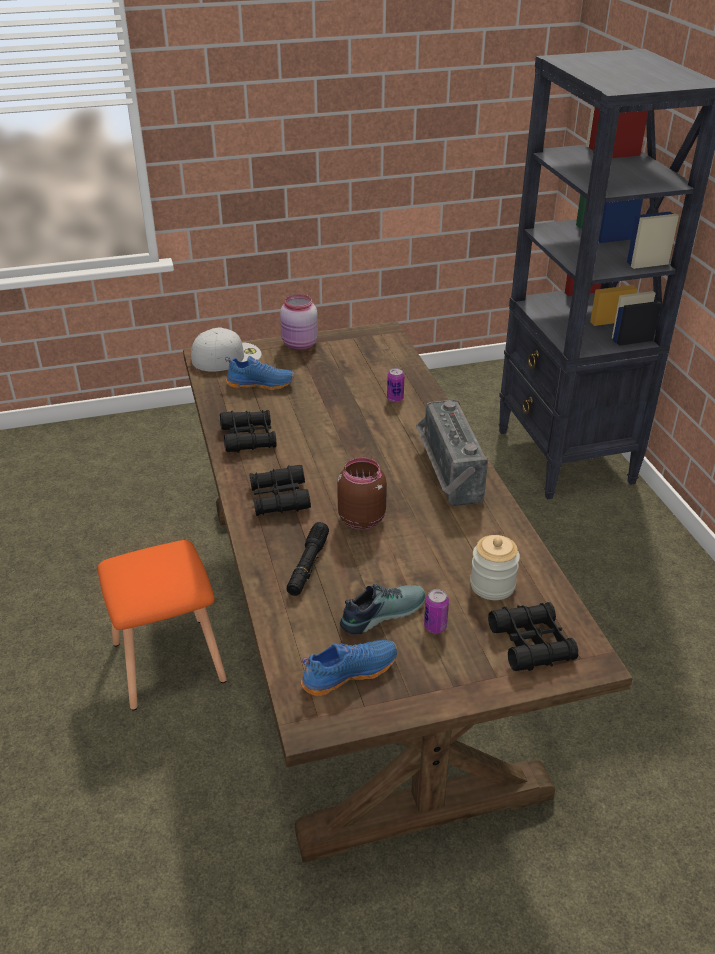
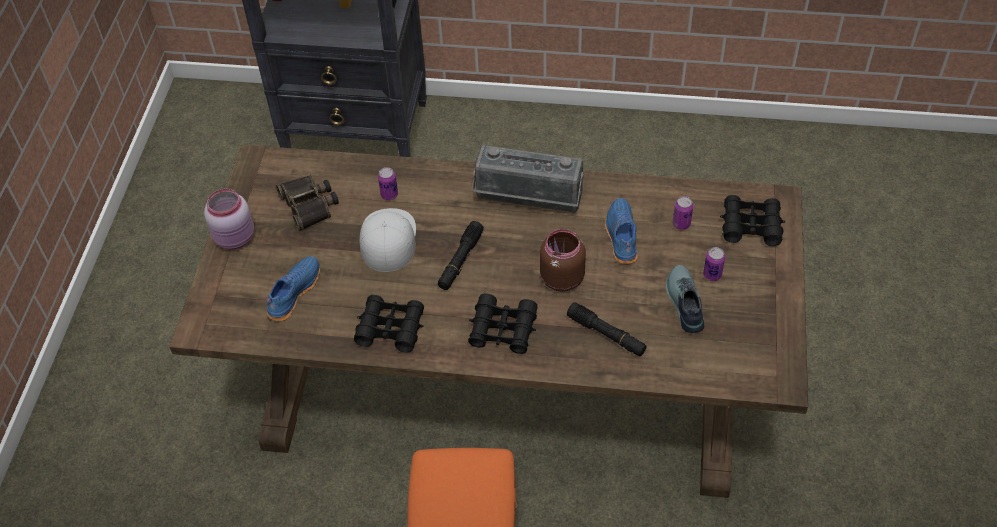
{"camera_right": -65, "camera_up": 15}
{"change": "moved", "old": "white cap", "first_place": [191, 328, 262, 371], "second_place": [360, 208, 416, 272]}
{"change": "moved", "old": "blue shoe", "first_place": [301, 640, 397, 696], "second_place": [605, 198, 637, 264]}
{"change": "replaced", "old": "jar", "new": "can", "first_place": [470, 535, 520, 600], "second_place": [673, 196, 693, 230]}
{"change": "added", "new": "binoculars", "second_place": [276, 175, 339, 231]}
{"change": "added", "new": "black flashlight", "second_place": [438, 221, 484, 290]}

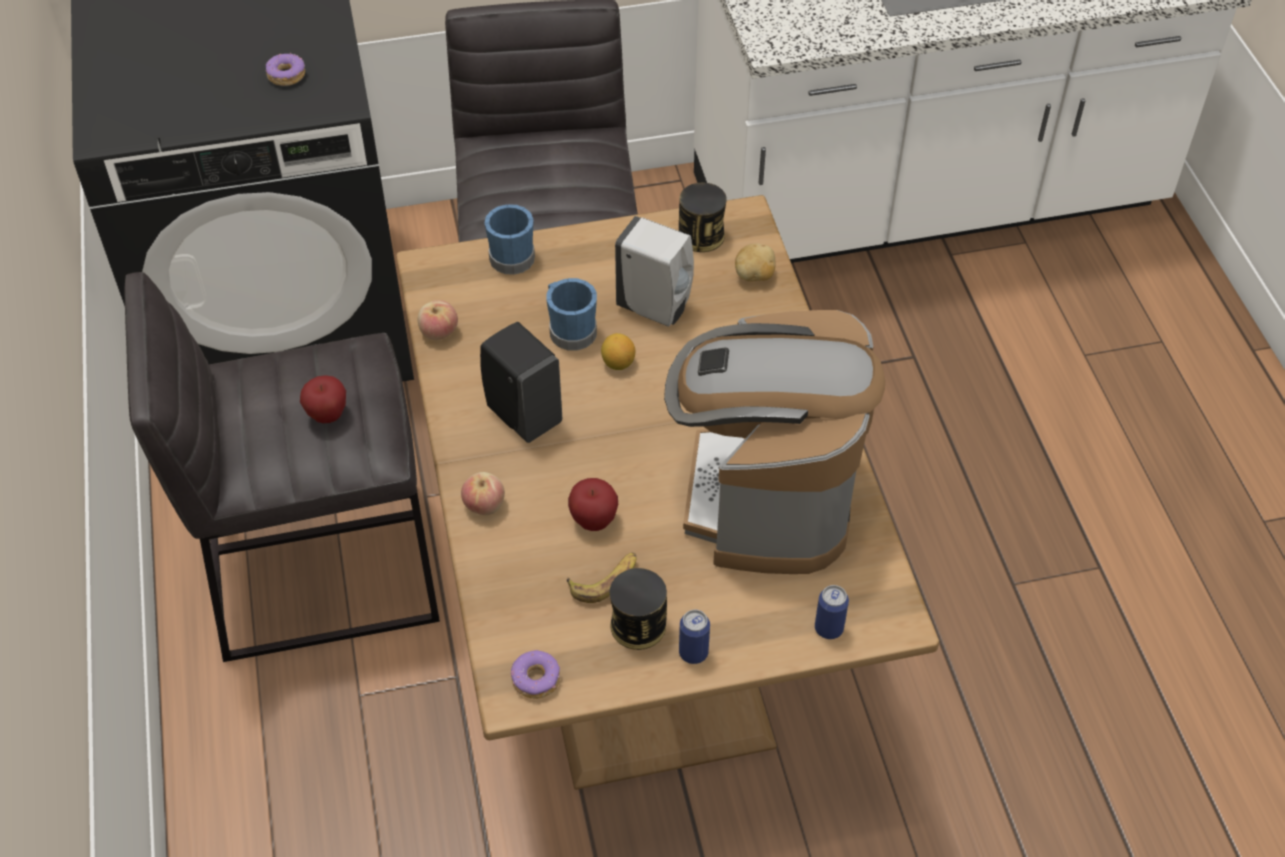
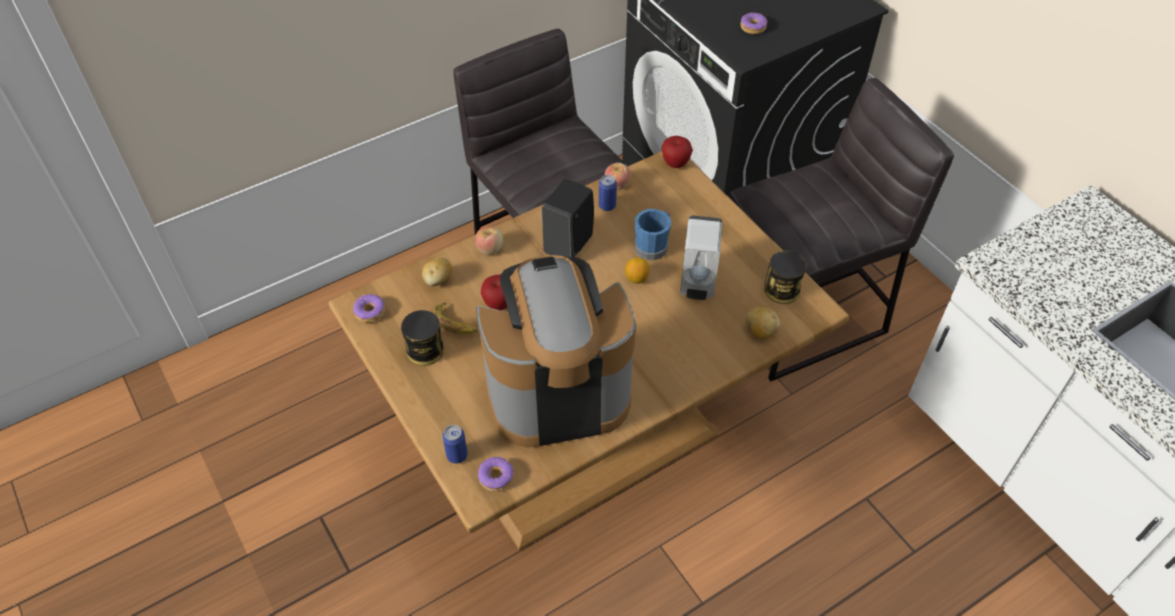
{"camera_right": 70, "camera_up": 0}
{"change": "moved", "old": "apple", "first_place": [300, 375, 346, 423], "second_place": [661, 136, 693, 168]}
{"change": "removed", "old": "blue mug", "first_place": [485, 204, 535, 275]}
{"change": "moved", "old": "can", "first_place": [679, 610, 710, 664], "second_place": [599, 175, 617, 211]}
{"change": "added", "new": "potato", "second_place": [422, 258, 452, 286]}
{"change": "added", "new": "donut", "second_place": [478, 457, 513, 492]}

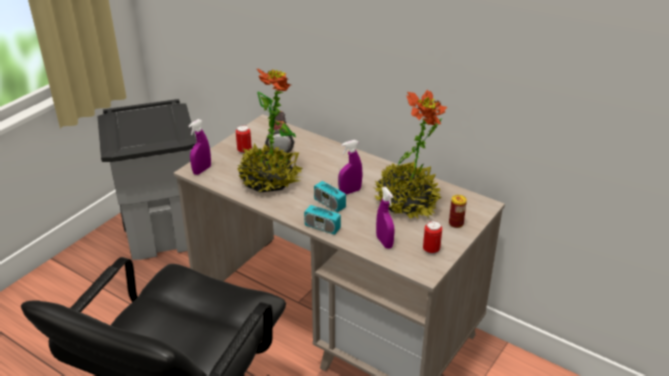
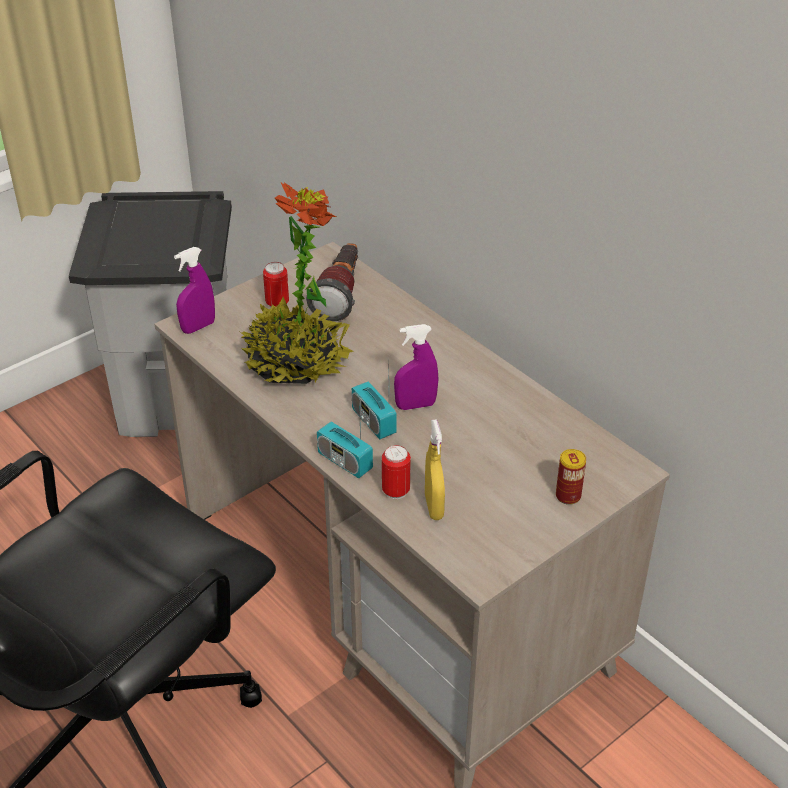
{"camera_right": 15, "camera_up": 5}
{"change": "removed", "old": "potted plant", "first_place": [374, 89, 447, 219]}
{"change": "recoloured", "old": "purple spray bottle", "new": "yellow spray bottle", "first_place": [376, 187, 395, 249], "second_place": [425, 419, 445, 520]}
{"change": "moved", "old": "can", "first_place": [423, 221, 442, 255], "second_place": [382, 445, 411, 499]}

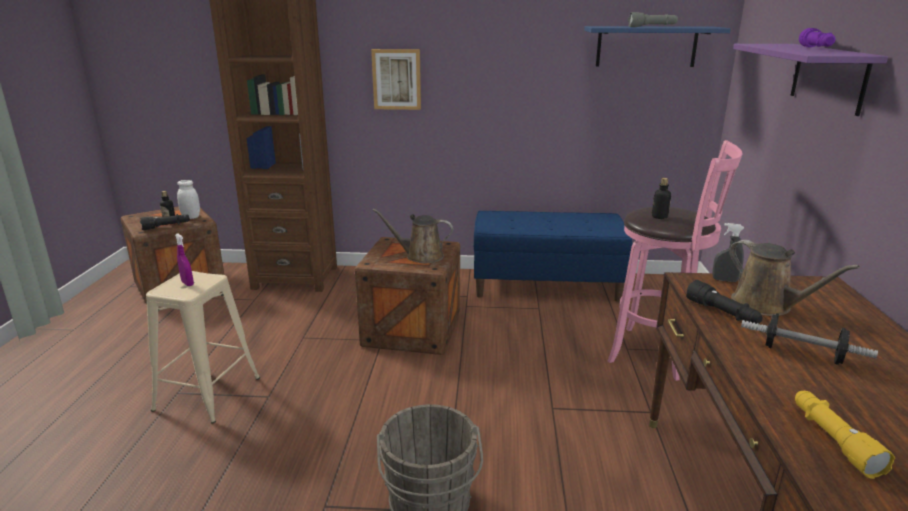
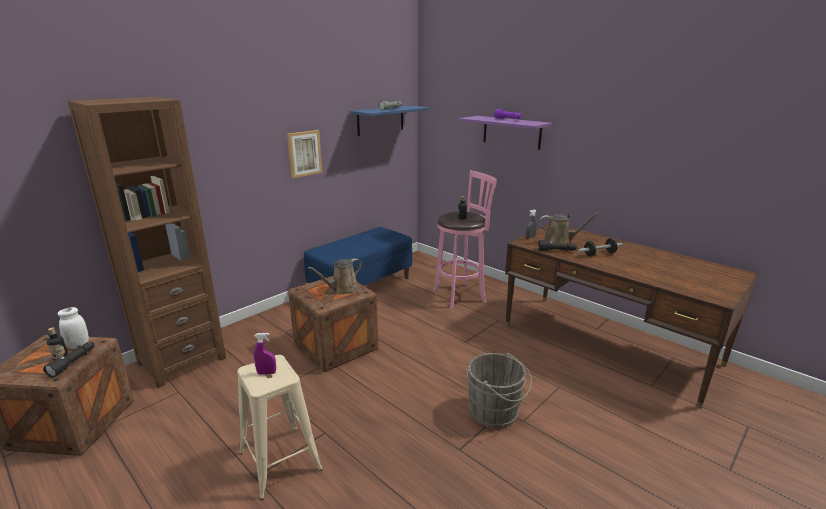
{"camera_right": -50, "camera_up": 0}
{"change": "moved", "old": "picture", "first_place": [371, 49, 421, 110], "second_place": [287, 130, 322, 178]}
{"change": "removed", "old": "yellow flashlight", "first_place": [795, 391, 895, 479]}

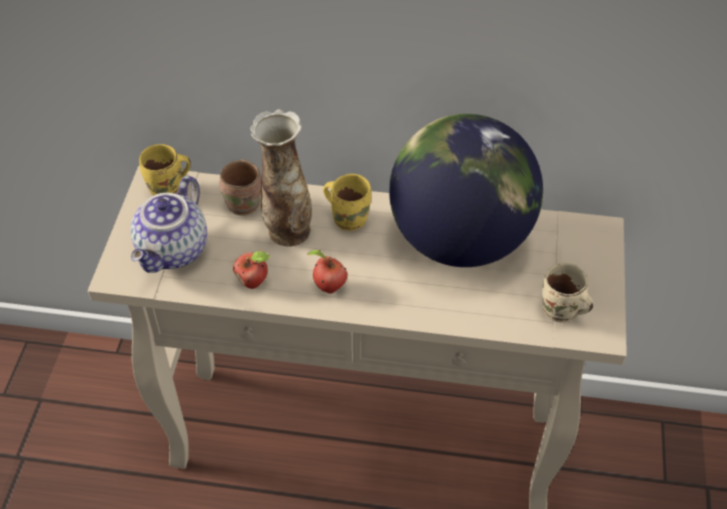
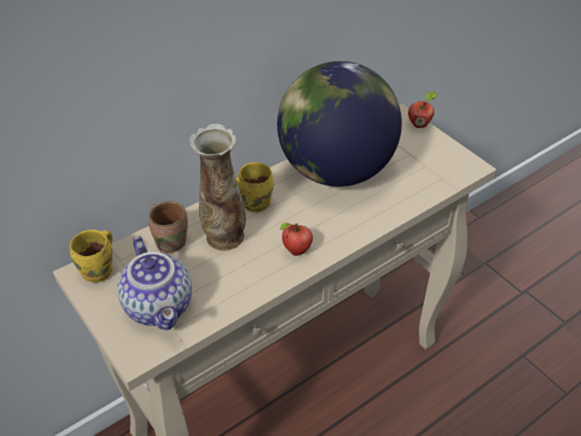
{"camera_right": -45, "camera_up": -5}
{"change": "moved", "old": "apple", "first_place": [233, 251, 270, 289], "second_place": [408, 91, 437, 128]}
{"change": "removed", "old": "beige mug", "first_place": [542, 263, 593, 323]}

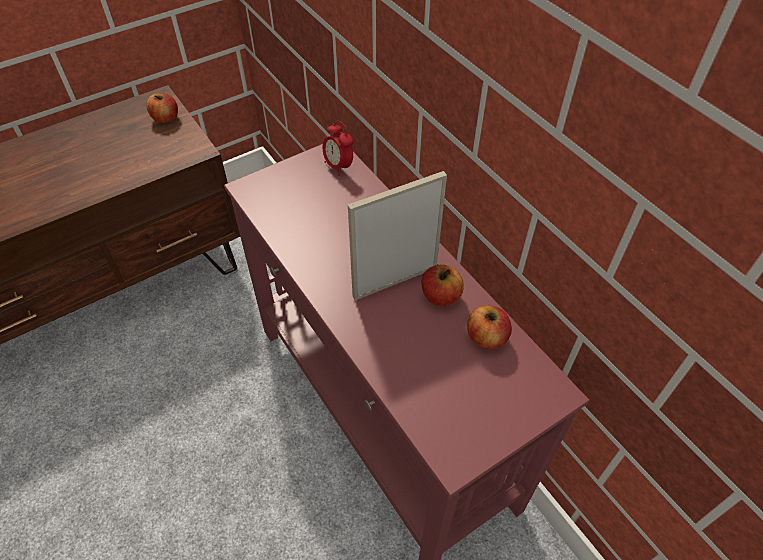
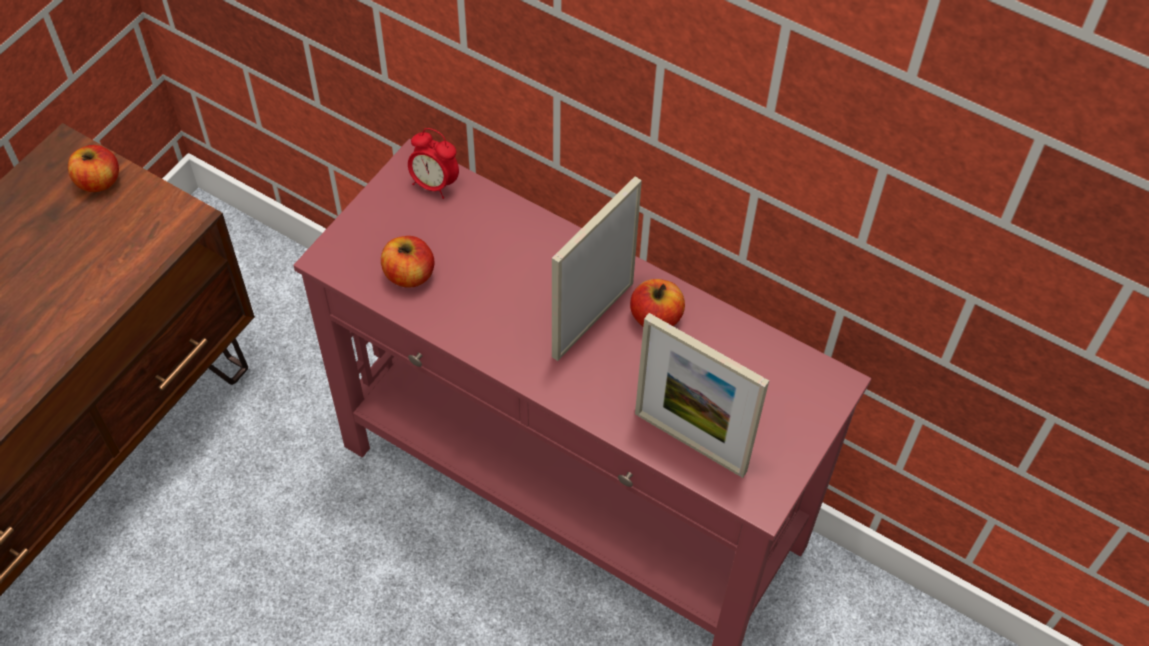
{"camera_right": -25, "camera_up": 5}
{"change": "moved", "old": "apple", "first_place": [467, 305, 512, 349], "second_place": [381, 236, 435, 288]}
{"change": "added", "new": "picture frame", "second_place": [635, 313, 769, 478]}

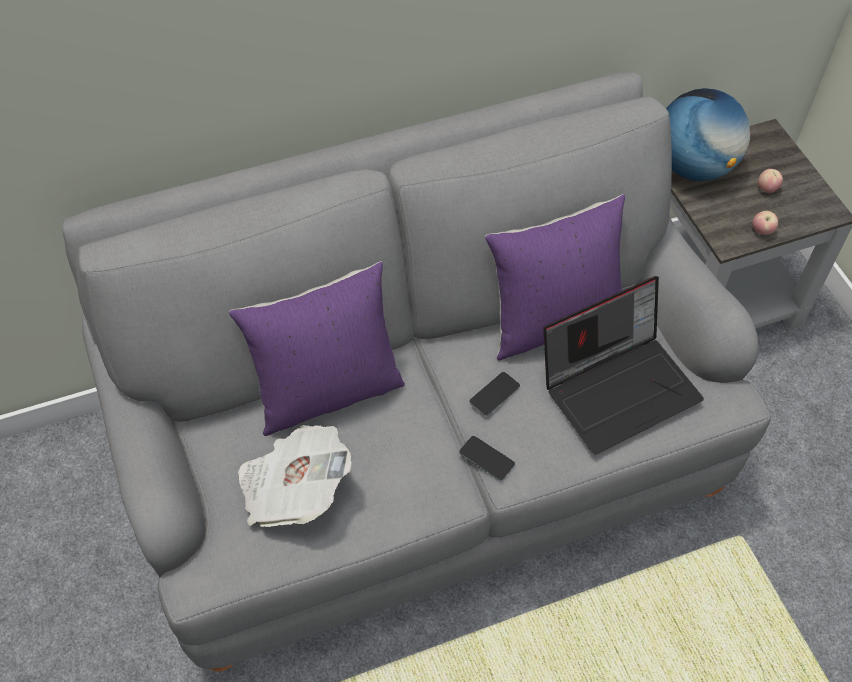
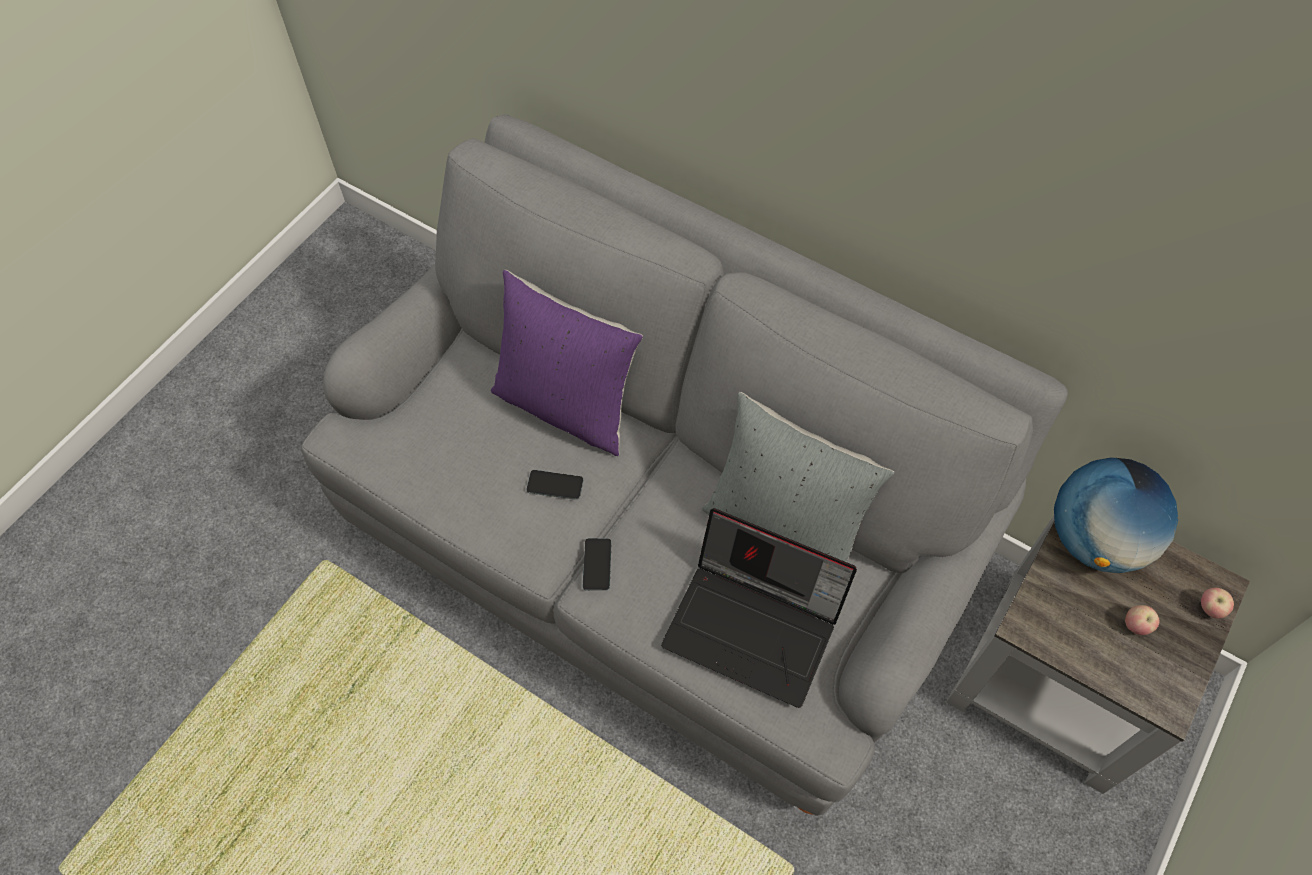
{"camera_right": 55, "camera_up": 5}
{"change": "removed", "old": "newspaper", "first_place": [238, 425, 351, 527]}
{"change": "moved", "old": "phone", "first_place": [470, 372, 520, 416], "second_place": [526, 470, 583, 500]}
{"change": "recoloured", "old": "purple pillow", "new": "grey pillow", "first_place": [485, 194, 625, 361], "second_place": [702, 392, 894, 562]}
{"change": "moved", "old": "apple", "first_place": [752, 211, 778, 235], "second_place": [1201, 588, 1234, 619]}

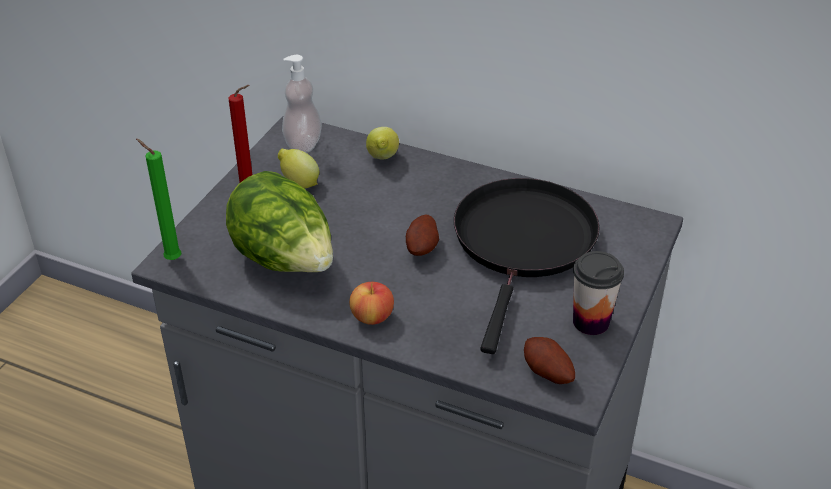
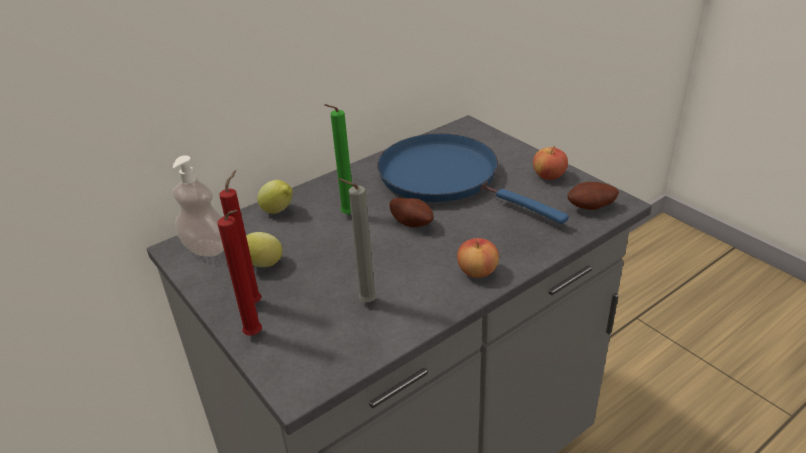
{"camera_right": -60, "camera_up": -5}
{"change": "moved", "old": "green candle", "first_place": [136, 139, 182, 260], "second_place": [324, 104, 352, 215]}
{"change": "replaced", "old": "lettuce", "new": "grey candle", "first_place": [226, 171, 333, 272], "second_place": [338, 179, 377, 302]}
{"change": "recoloured", "old": "black frying pan", "new": "blue frying pan", "first_place": [454, 178, 600, 354], "second_place": [377, 134, 569, 224]}
{"change": "replaced", "old": "cup", "new": "apple", "first_place": [573, 251, 624, 335], "second_place": [533, 146, 568, 180]}
{"change": "added", "new": "red candle", "second_place": [217, 210, 262, 336]}

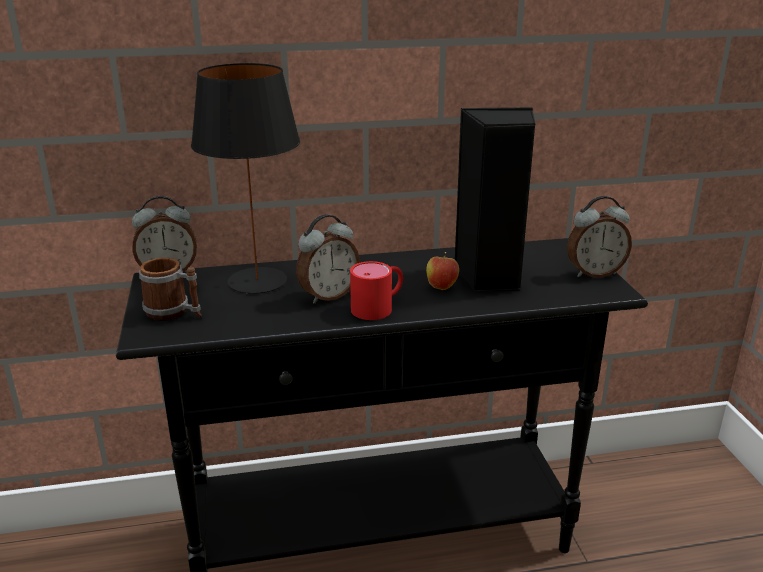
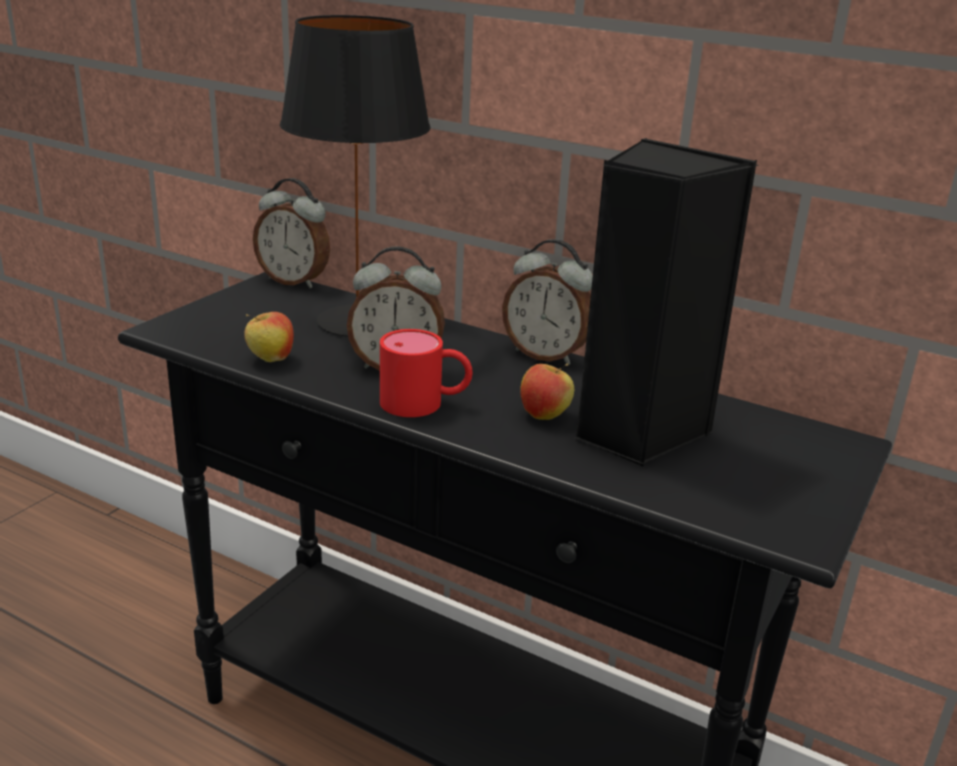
{"camera_right": 40, "camera_up": 0}
{"change": "removed", "old": "mug", "first_place": [139, 258, 202, 321]}
{"change": "moved", "old": "alarm clock", "first_place": [567, 196, 632, 278], "second_place": [502, 239, 593, 365]}
{"change": "added", "new": "apple", "second_place": [244, 312, 294, 362]}

